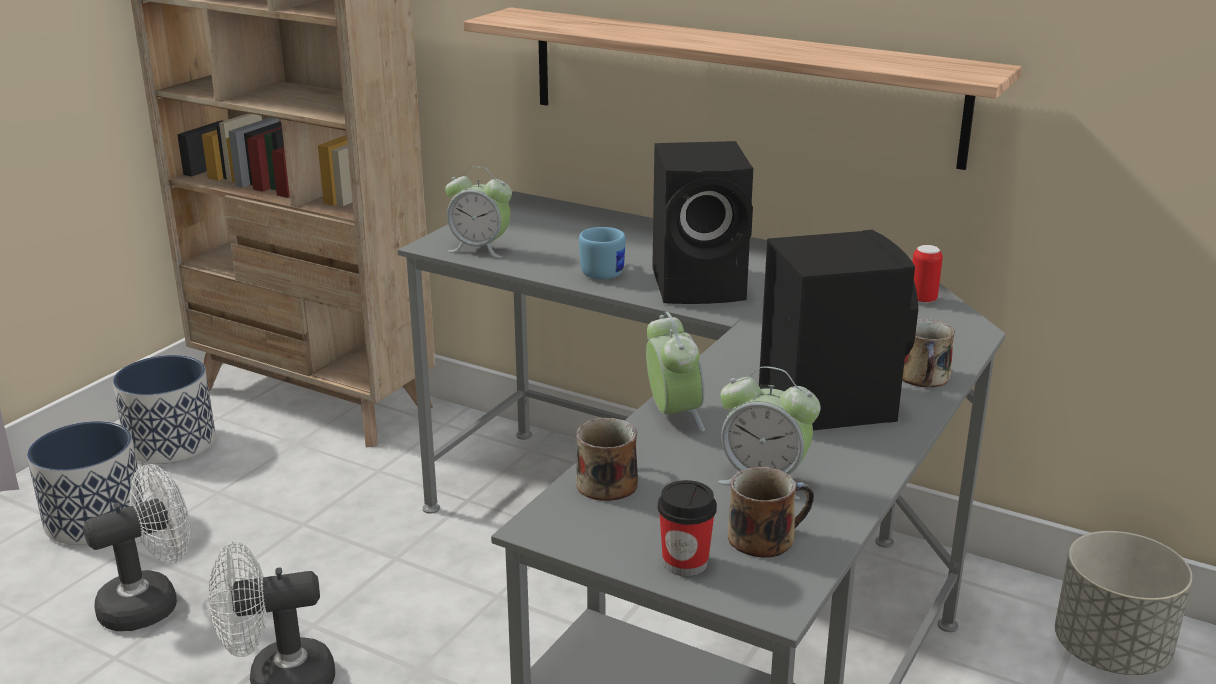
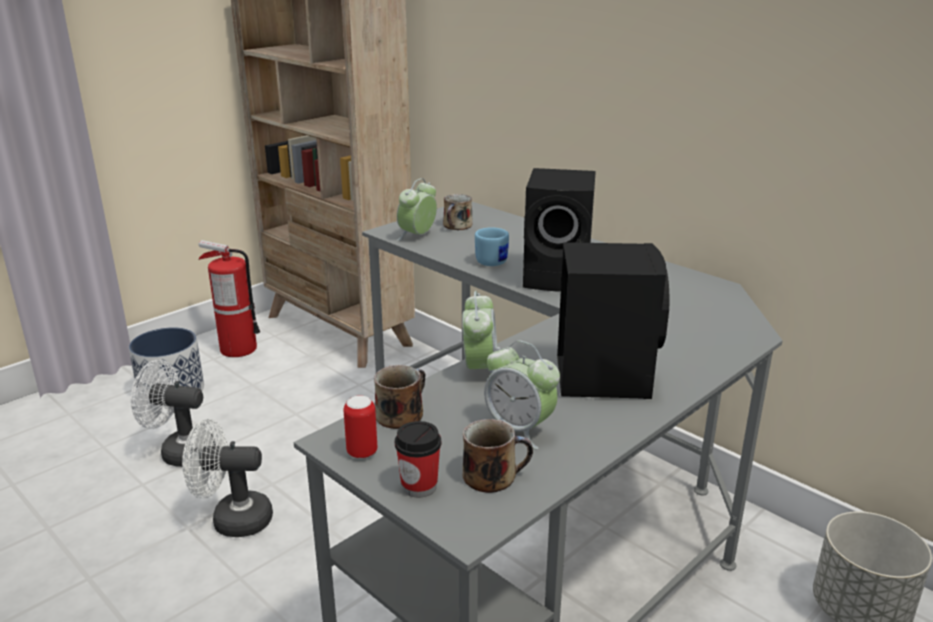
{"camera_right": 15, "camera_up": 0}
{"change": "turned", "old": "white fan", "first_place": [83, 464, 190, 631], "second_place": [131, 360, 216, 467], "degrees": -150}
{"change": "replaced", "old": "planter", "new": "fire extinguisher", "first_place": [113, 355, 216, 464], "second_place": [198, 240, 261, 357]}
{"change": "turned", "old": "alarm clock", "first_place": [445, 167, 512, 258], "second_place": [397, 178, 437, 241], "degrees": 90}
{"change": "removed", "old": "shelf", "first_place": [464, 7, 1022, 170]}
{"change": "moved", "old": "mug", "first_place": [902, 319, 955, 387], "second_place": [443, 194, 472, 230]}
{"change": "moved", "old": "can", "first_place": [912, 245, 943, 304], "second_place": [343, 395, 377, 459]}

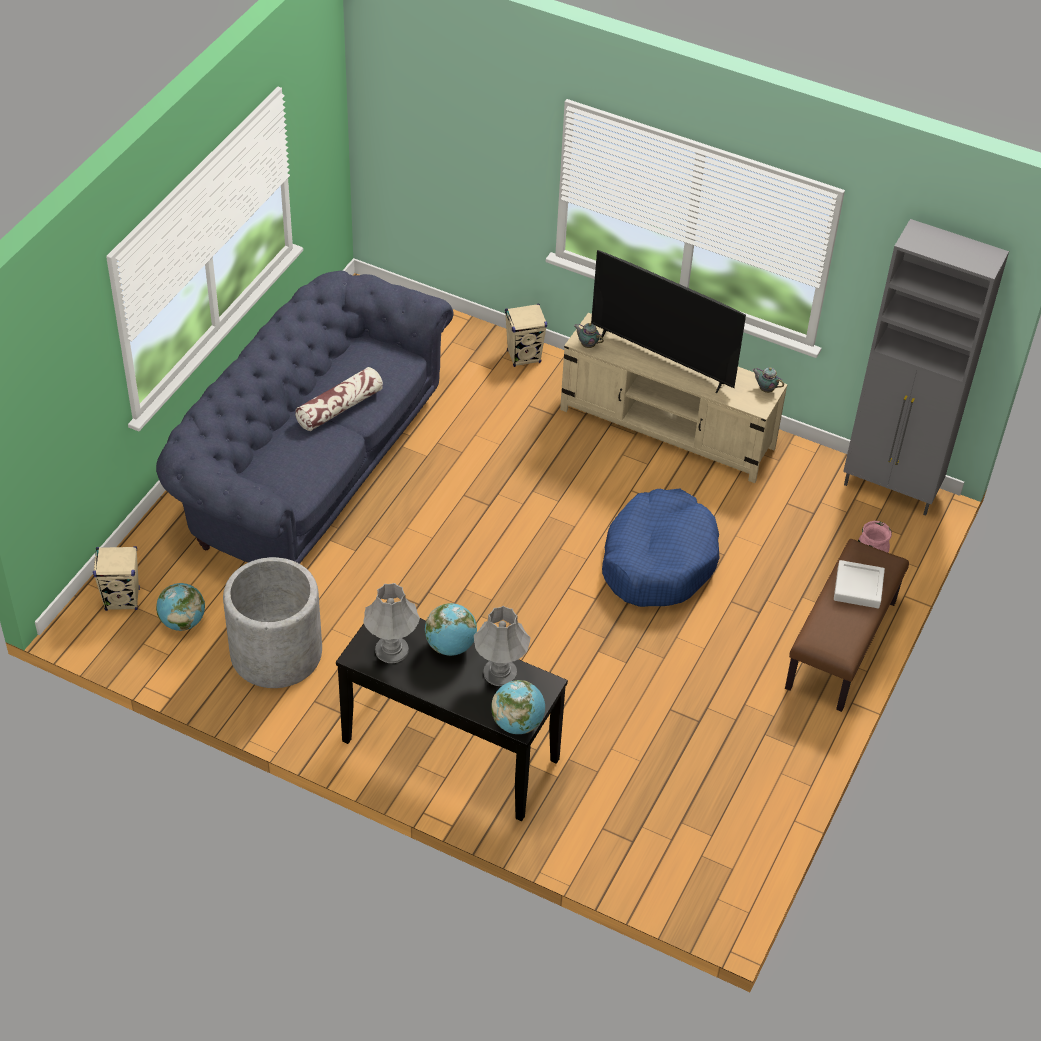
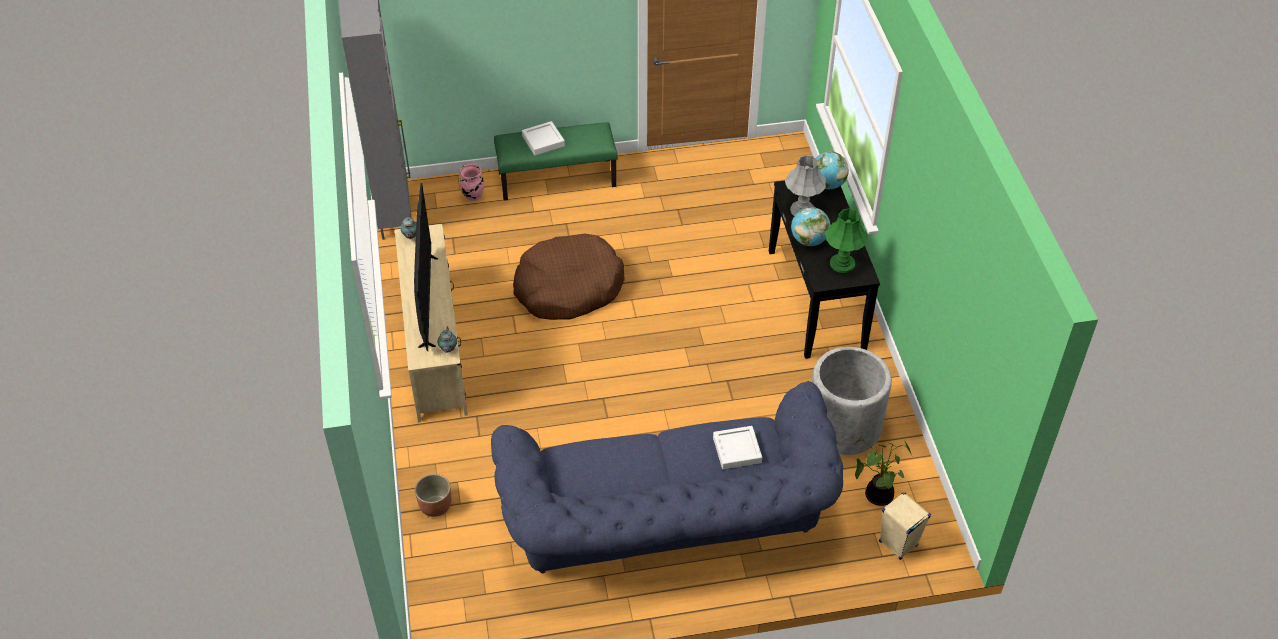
{"camera_right": -125, "camera_up": 0}
{"change": "replaced", "old": "globe", "new": "potted plant", "first_place": [156, 583, 205, 631], "second_place": [854, 437, 912, 506]}
{"change": "removed", "old": "pillow", "first_place": [295, 367, 383, 431]}
{"change": "recoloured", "old": "grey table lamp", "new": "green table lamp", "first_place": [363, 583, 420, 663], "second_place": [825, 208, 868, 273]}
{"change": "removed", "old": "beige speaker", "first_place": [505, 304, 547, 367]}
{"change": "recoloured", "old": "blue dog bed", "new": "brown dog bed", "first_place": [602, 489, 719, 607], "second_place": [513, 233, 625, 320]}
{"change": "recoloured", "old": "brown bench", "new": "green bench", "first_place": [785, 539, 909, 712], "second_place": [494, 122, 618, 201]}
{"change": "added", "new": "planter", "second_place": [415, 474, 451, 517]}
{"change": "added", "new": "white tray", "second_place": [713, 426, 762, 469]}

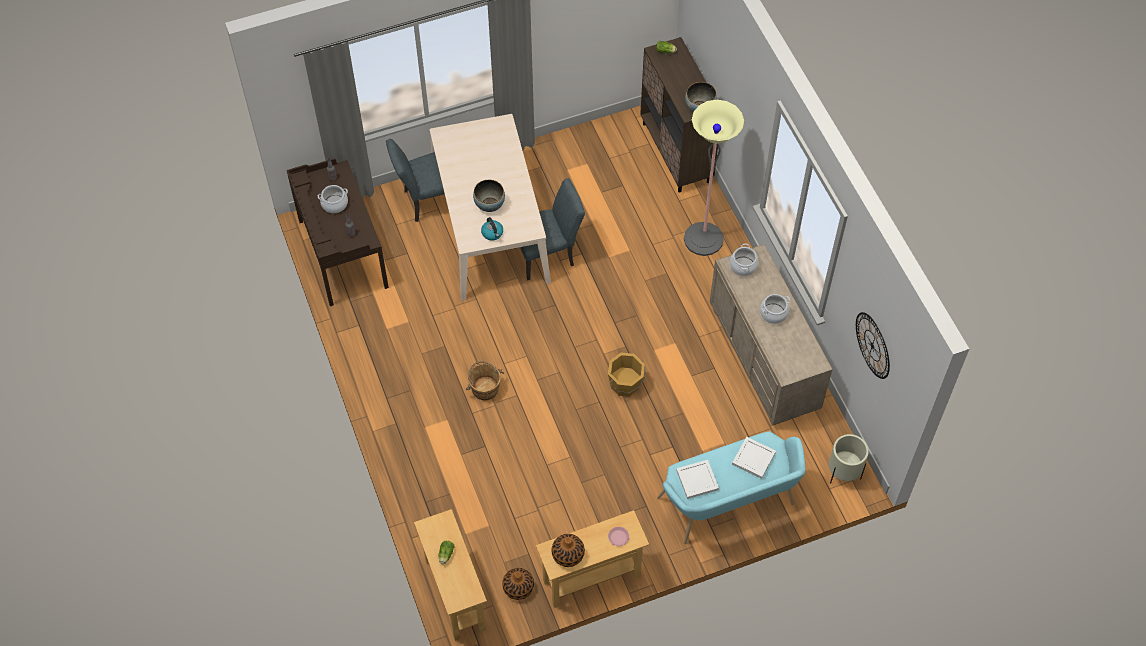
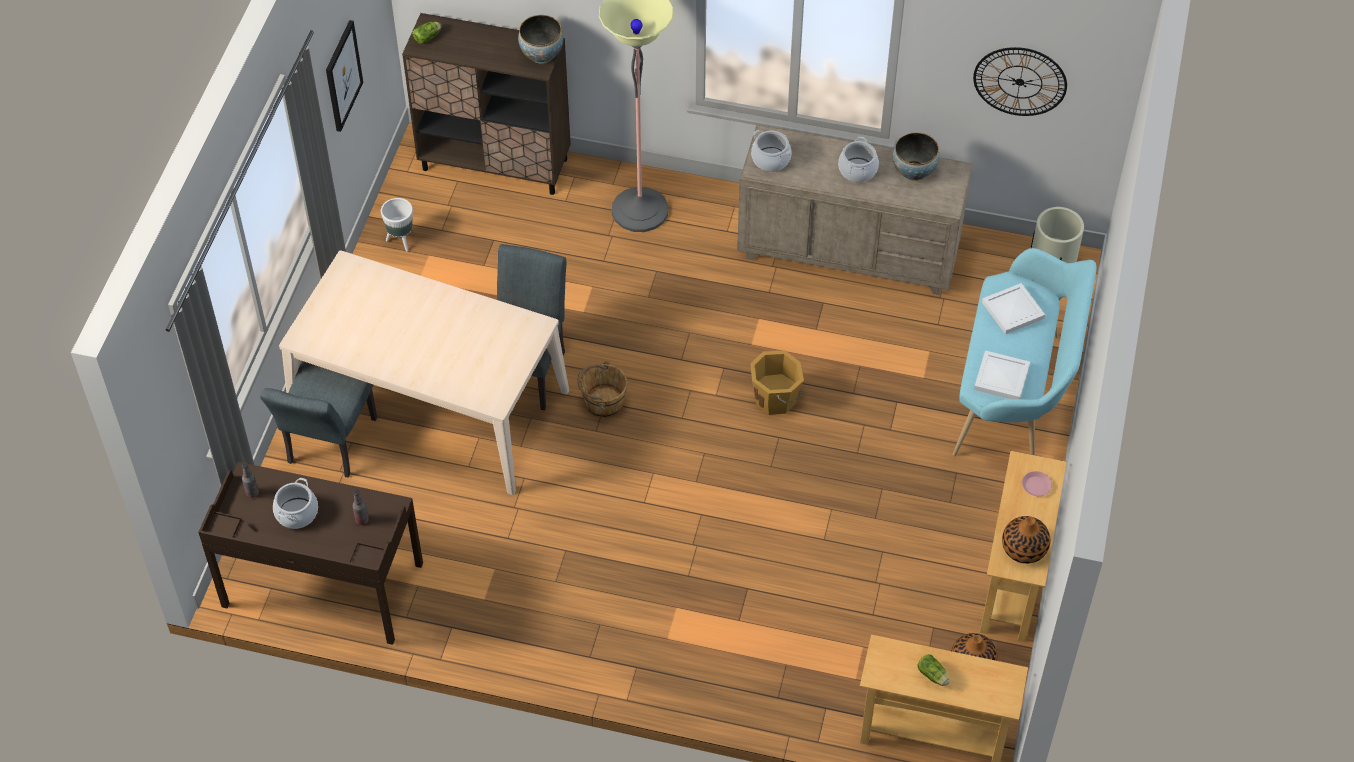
{"camera_right": -55, "camera_up": -5}
{"change": "moved", "old": "brown bucket", "first_place": [466, 361, 504, 400], "second_place": [577, 361, 628, 418]}
{"change": "moved", "old": "bowl", "first_place": [473, 180, 505, 212], "second_place": [893, 133, 939, 181]}
{"change": "removed", "old": "kettle", "first_place": [481, 217, 503, 241]}
{"change": "added", "new": "picture", "second_place": [326, 20, 363, 132]}
{"change": "added", "new": "white planter", "second_place": [381, 198, 413, 252]}

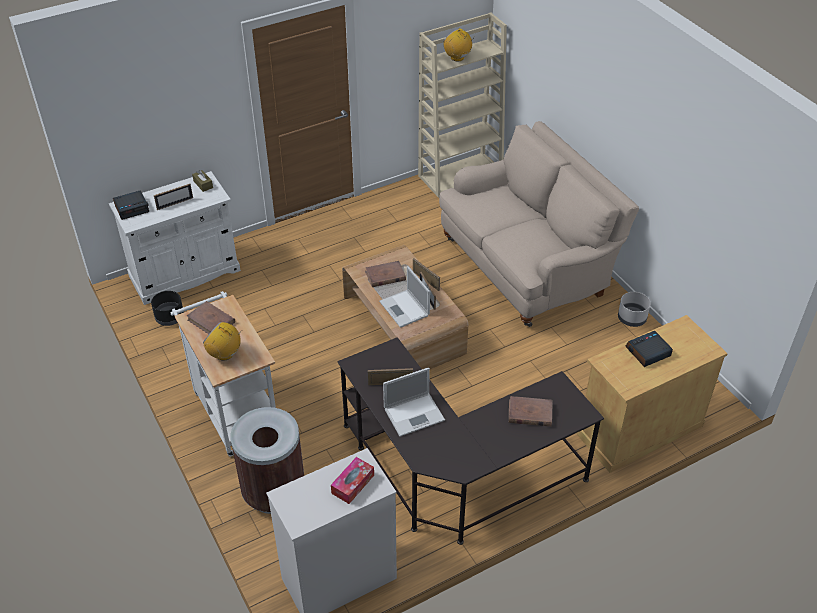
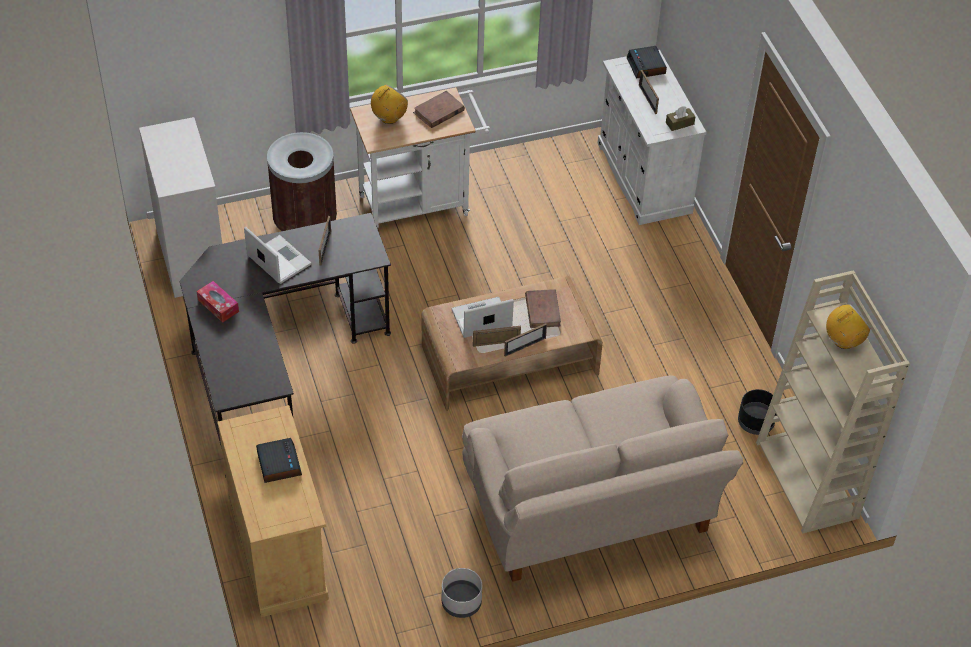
{"camera_right": 100, "camera_up": 5}
{"change": "moved", "old": "black planter", "first_place": [151, 291, 184, 326], "second_place": [738, 389, 777, 435]}
{"change": "moved", "old": "tissue box", "first_place": [331, 457, 374, 504], "second_place": [197, 281, 239, 323]}
{"change": "turned", "old": "laptop", "first_place": [383, 367, 445, 437], "second_place": [244, 227, 312, 284], "degrees": 150}
{"change": "removed", "old": "brown book", "first_place": [509, 396, 553, 427]}

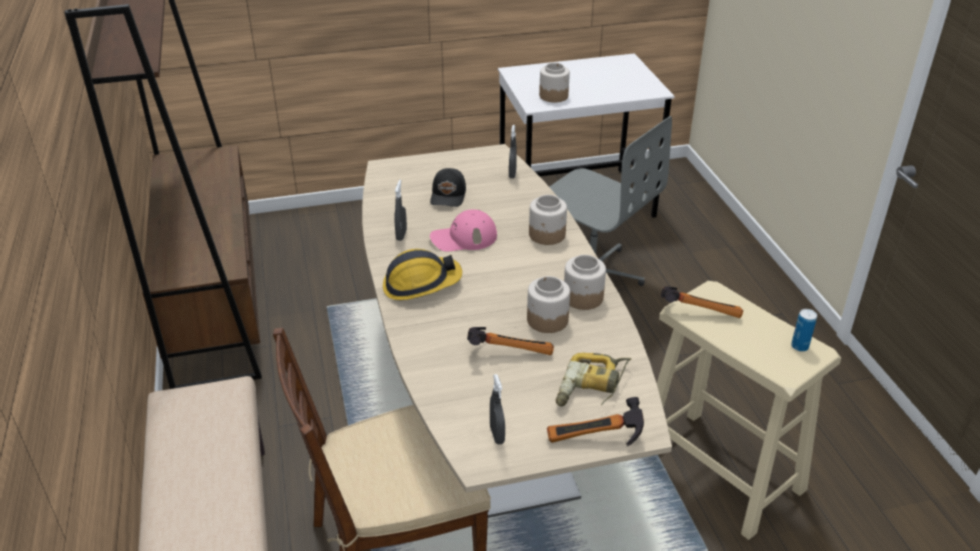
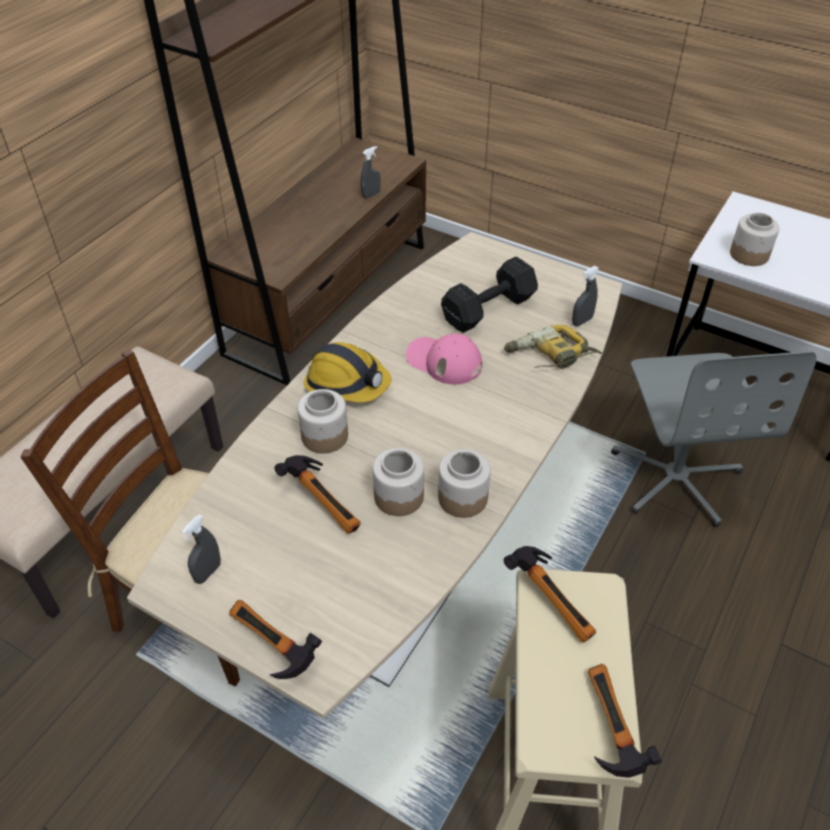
{"camera_right": 45, "camera_up": 10}
{"change": "moved", "old": "grey spray bottle", "first_place": [394, 180, 407, 241], "second_place": [360, 146, 381, 199]}
{"change": "replaced", "old": "black cap", "new": "black dumbbell", "first_place": [430, 168, 466, 207], "second_place": [441, 256, 538, 333]}
{"change": "moved", "old": "jar", "first_place": [529, 195, 567, 245], "second_place": [297, 389, 348, 454]}
{"change": "moved", "old": "power drill", "first_place": [556, 353, 632, 406], "second_place": [504, 325, 602, 369]}
{"change": "replaced", "old": "can", "new": "hammer", "first_place": [791, 309, 817, 352], "second_place": [588, 664, 662, 777]}

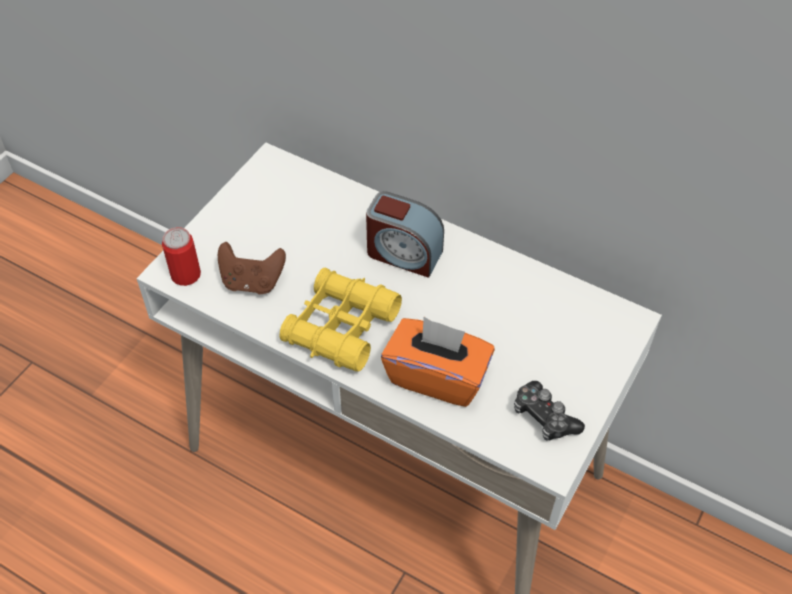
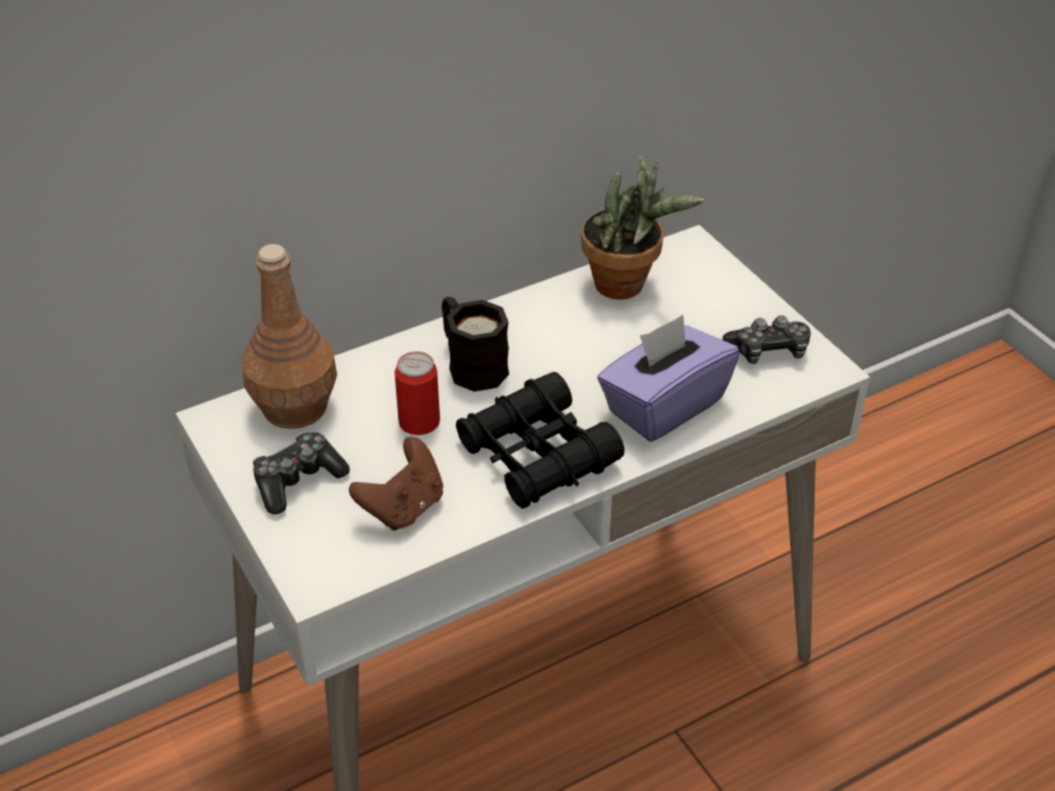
{"camera_right": -60, "camera_up": -10}
{"change": "moved", "old": "can", "first_place": [162, 227, 201, 286], "second_place": [395, 351, 440, 435]}
{"change": "recoloured", "old": "yellow binoculars", "new": "black binoculars", "first_place": [279, 268, 402, 371], "second_place": [456, 372, 624, 509]}
{"change": "replaced", "old": "alarm clock", "new": "black mug", "first_place": [366, 191, 444, 278], "second_place": [442, 297, 509, 392]}
{"change": "recoloured", "old": "orange tissue box", "new": "purple tissue box", "first_place": [381, 317, 495, 407], "second_place": [597, 315, 740, 442]}
{"change": "added", "new": "brown bottle", "second_place": [242, 244, 337, 429]}
{"change": "added", "new": "game controller", "second_place": [253, 432, 350, 514]}
{"change": "added", "new": "potted plant", "second_place": [581, 151, 705, 300]}

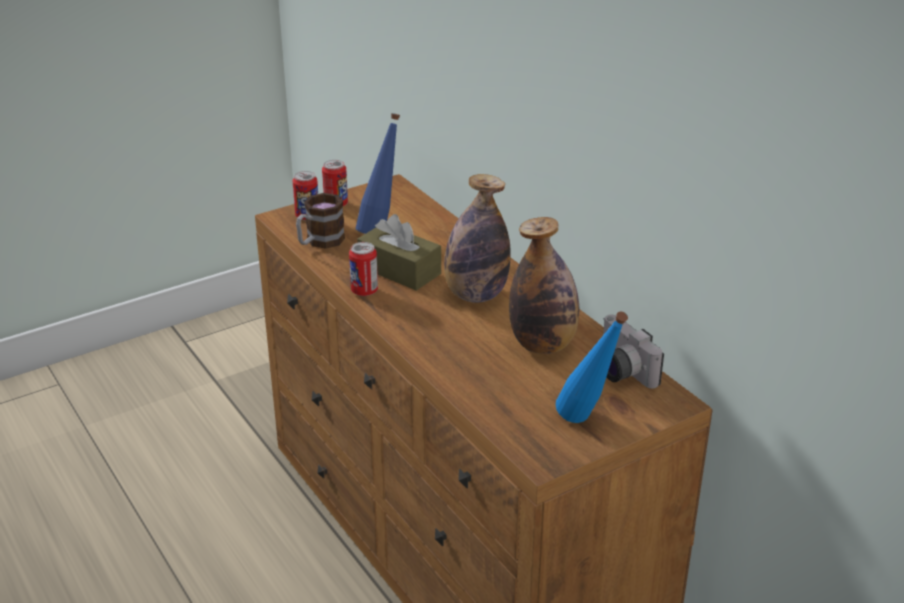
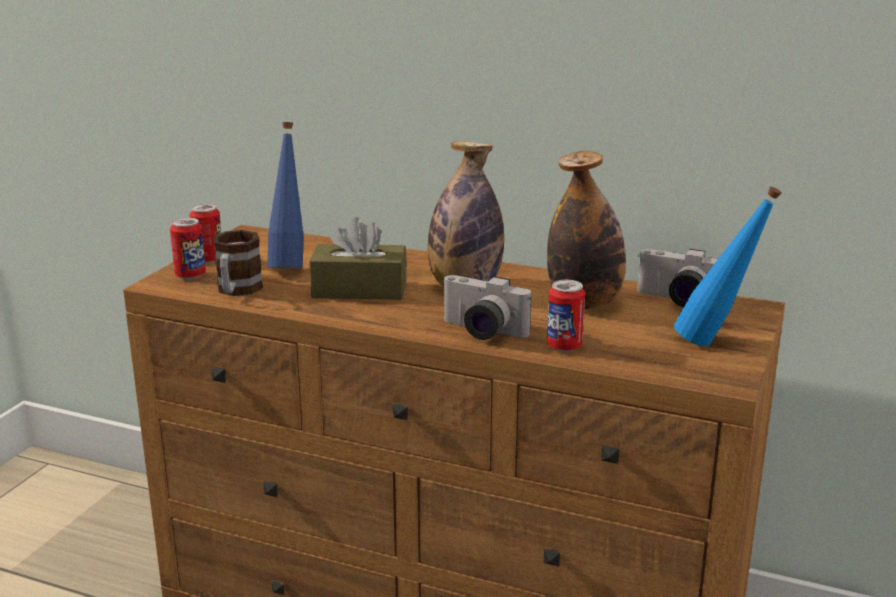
{"camera_right": -35, "camera_up": -10}
{"change": "moved", "old": "can", "first_place": [349, 242, 378, 296], "second_place": [547, 280, 585, 352]}
{"change": "added", "new": "photo camera", "second_place": [442, 275, 531, 340]}

